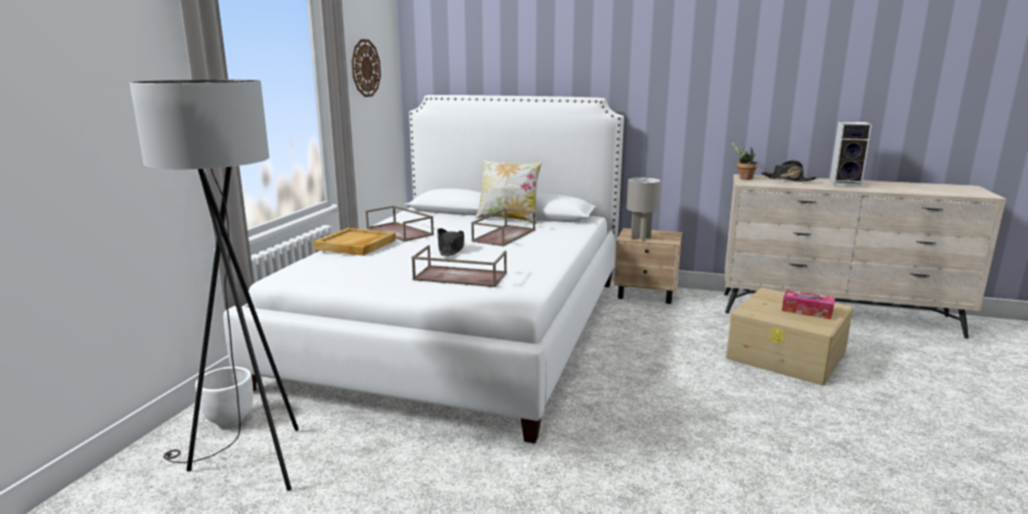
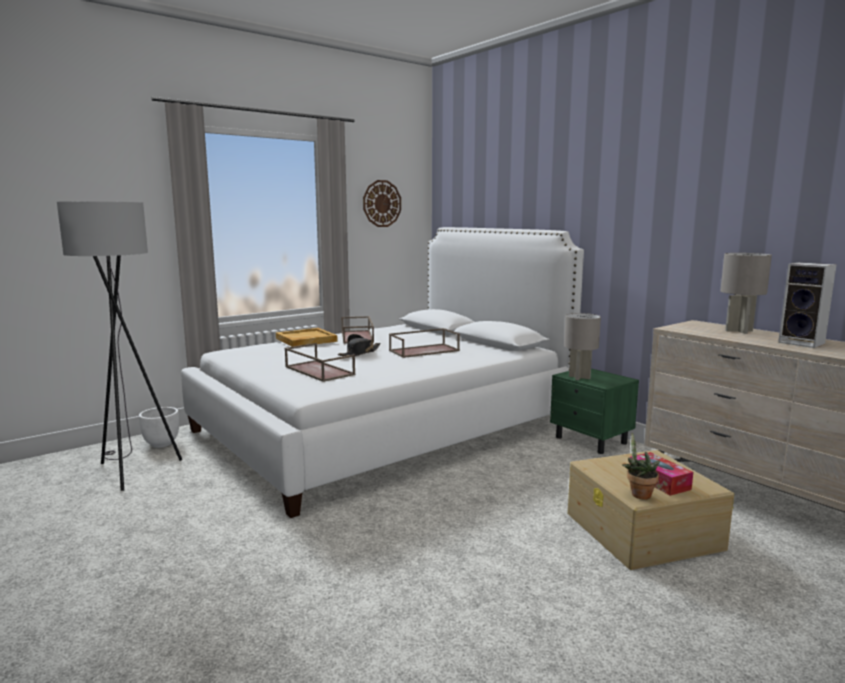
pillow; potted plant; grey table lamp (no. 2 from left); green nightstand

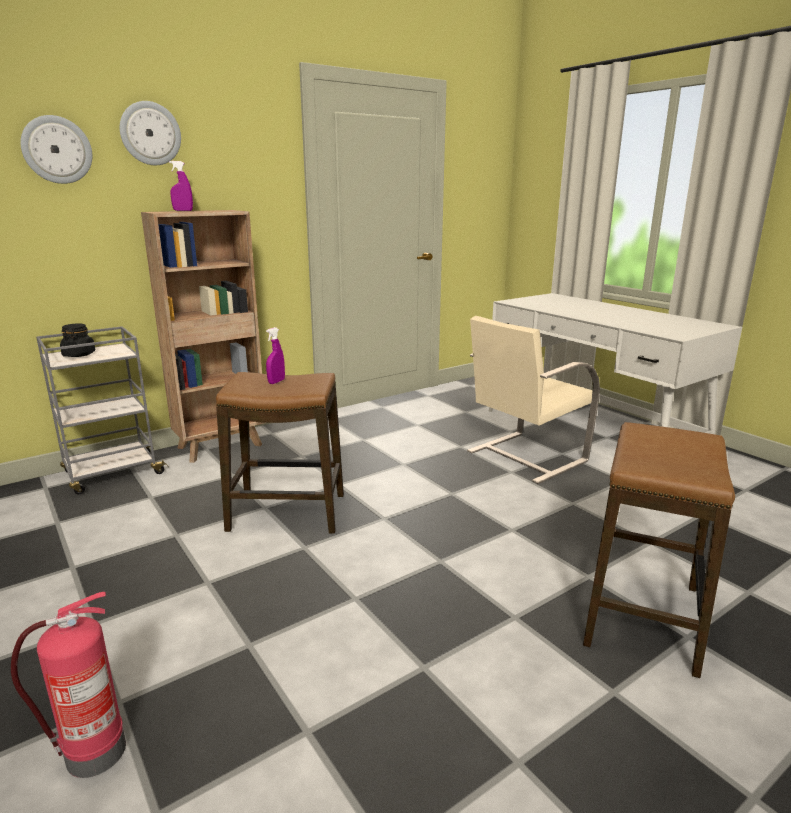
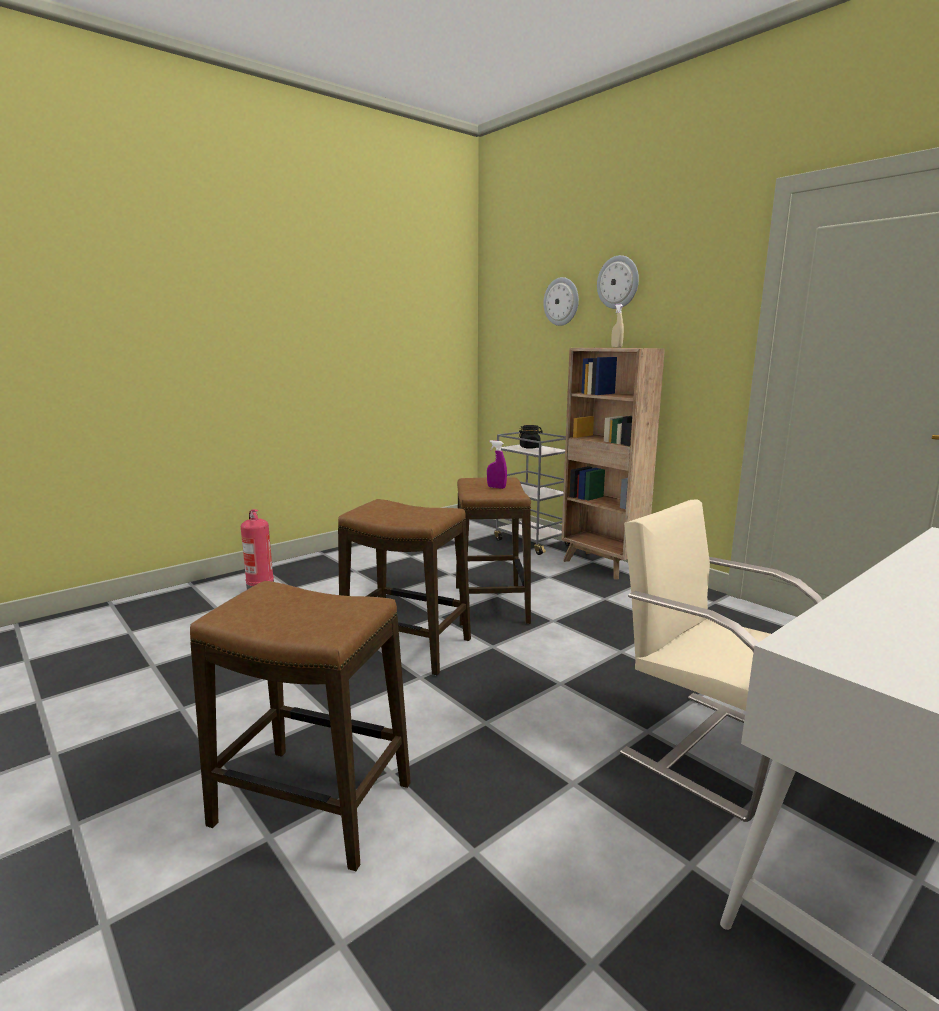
stool (no. 2 from left); beige spray bottle

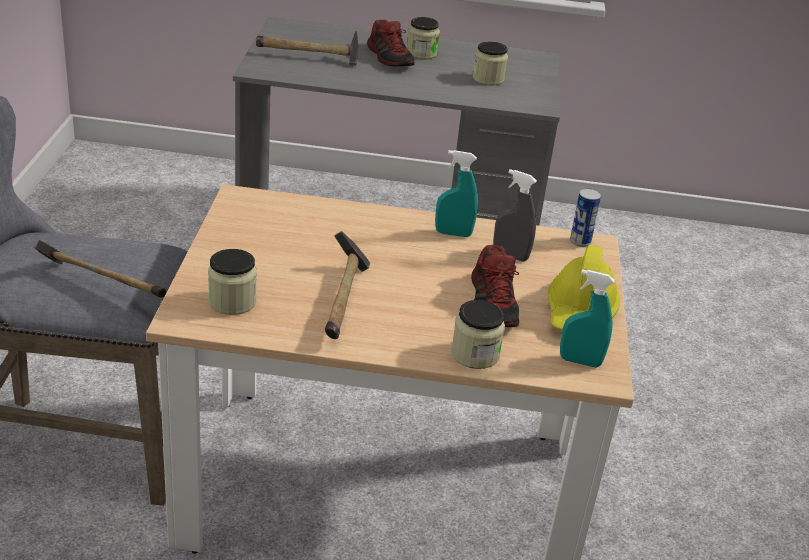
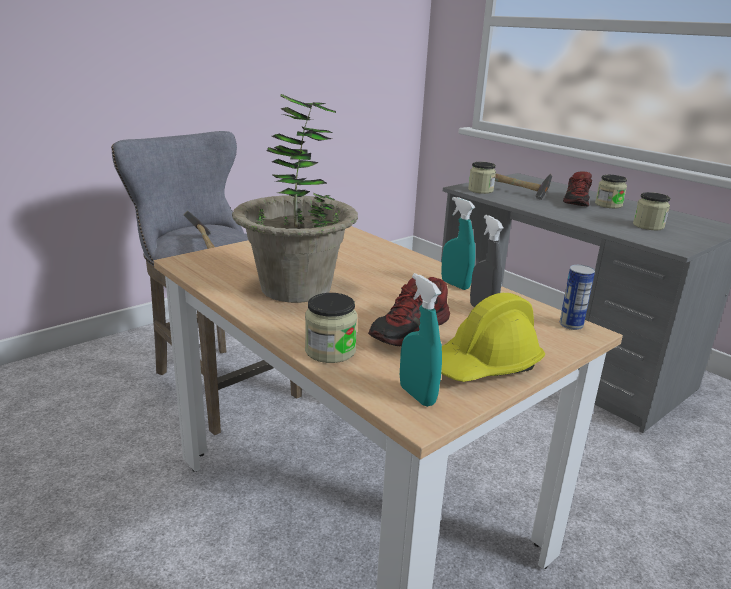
jar (no. 2 from left); potted plant

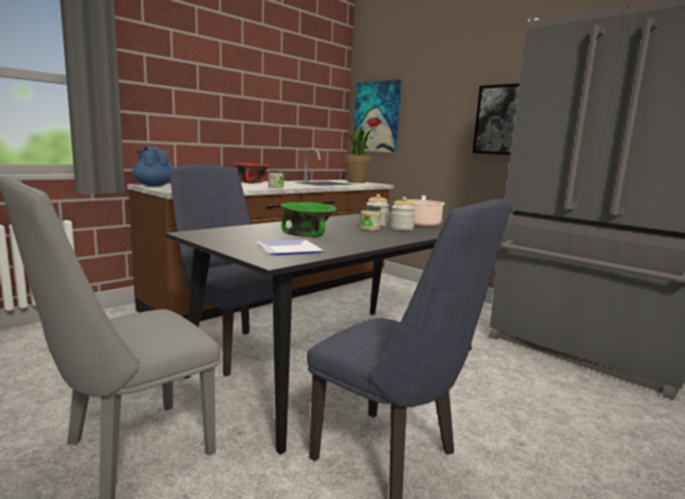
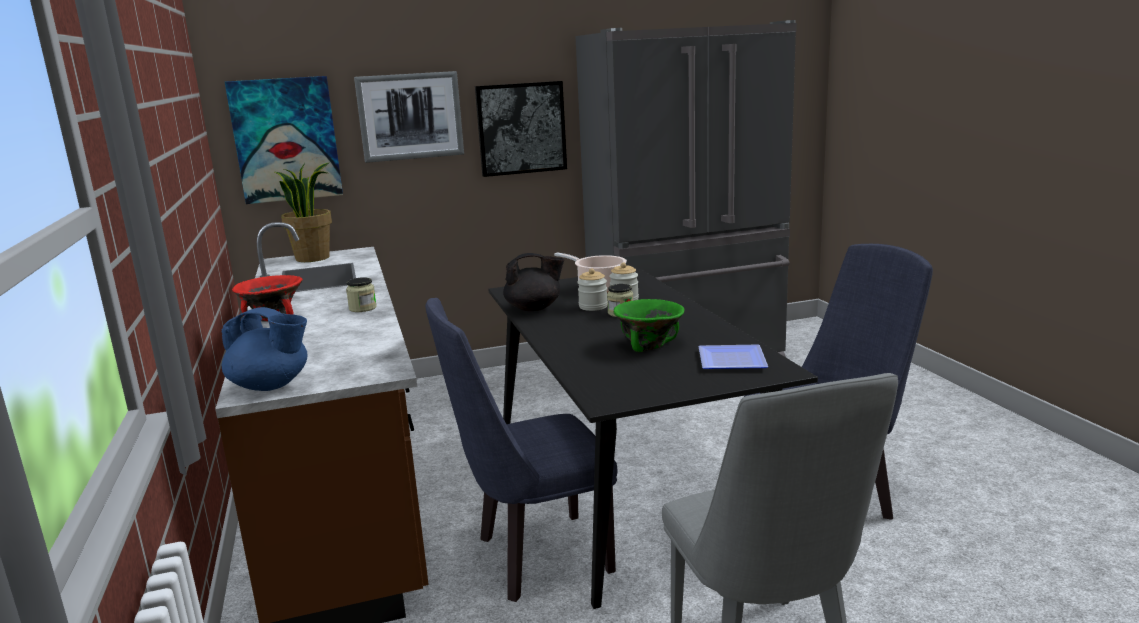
picture (no. 2 from left); black teapot; blue teapot

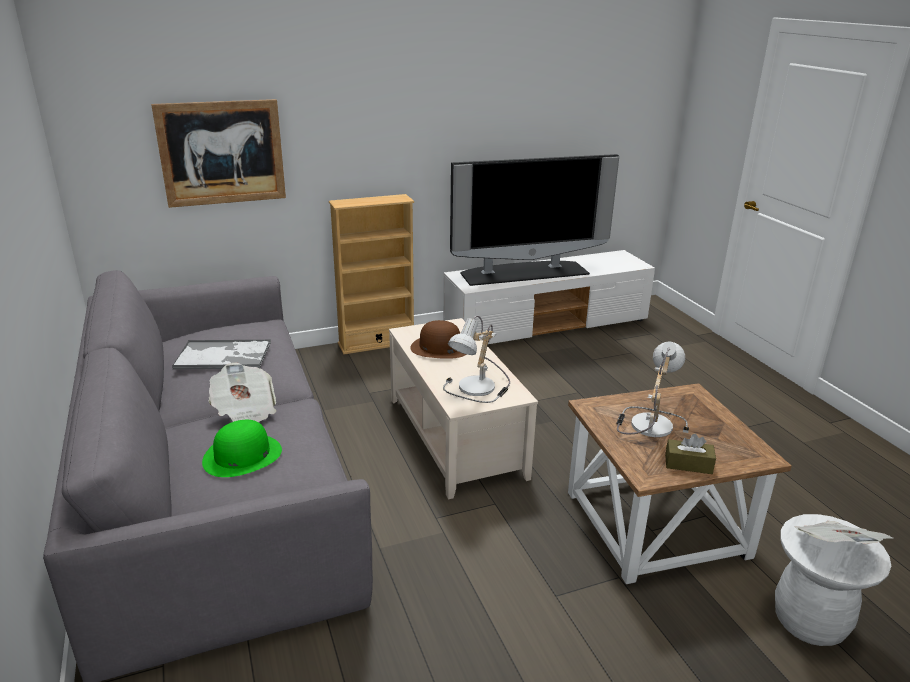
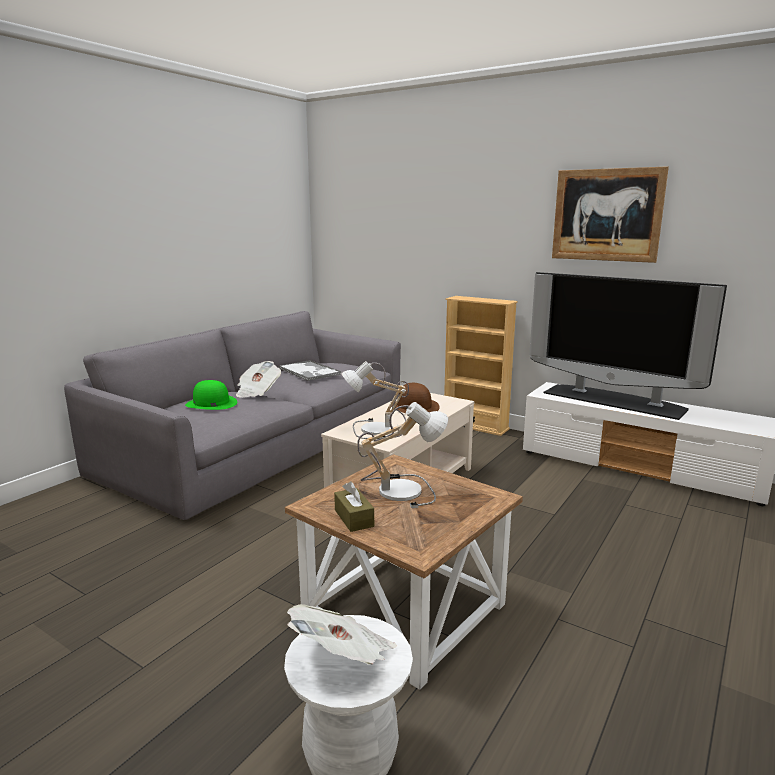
picture

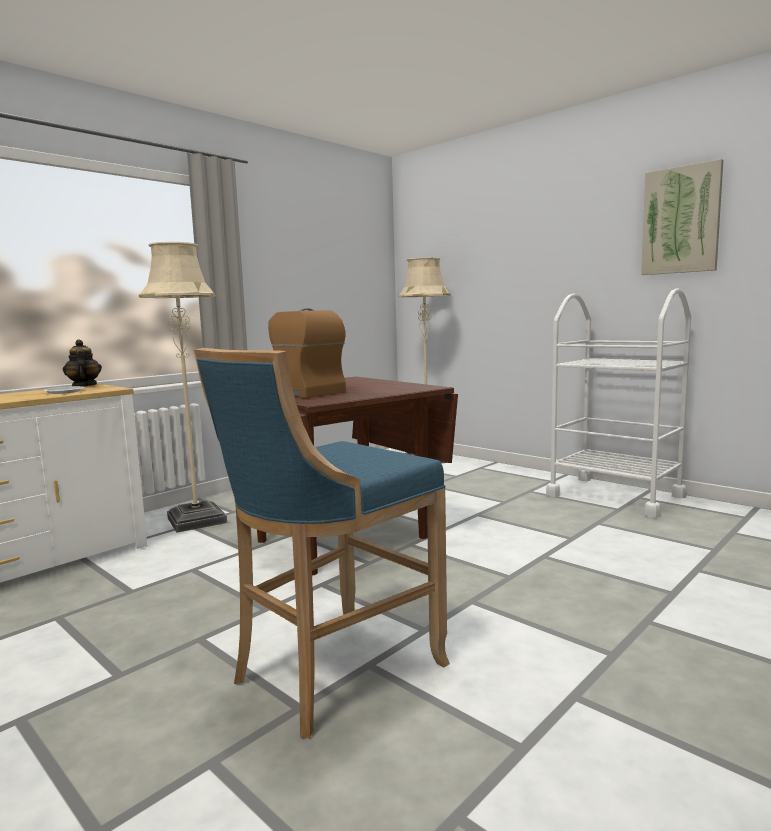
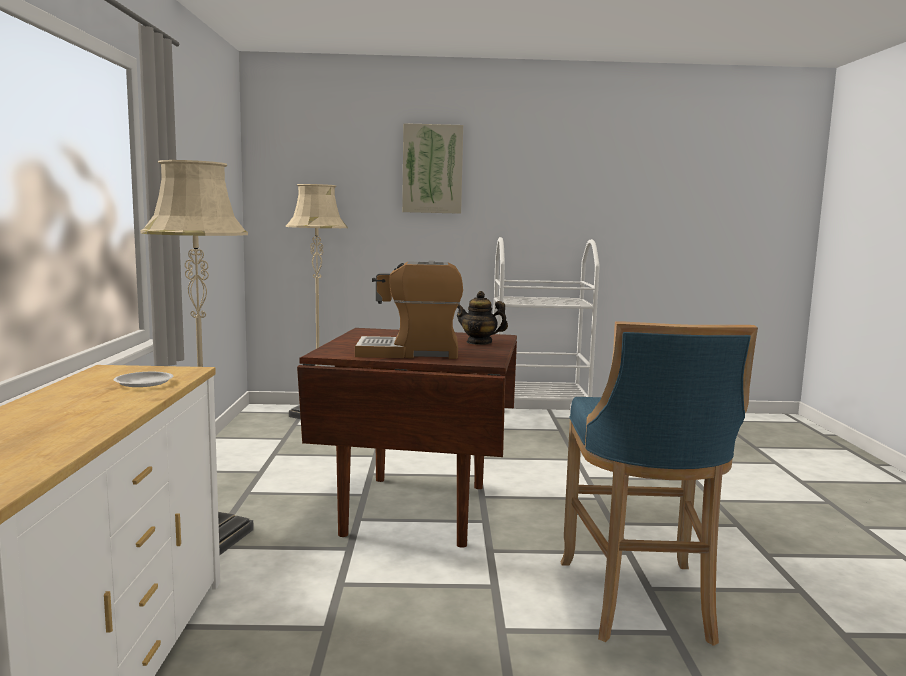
teapot; picture

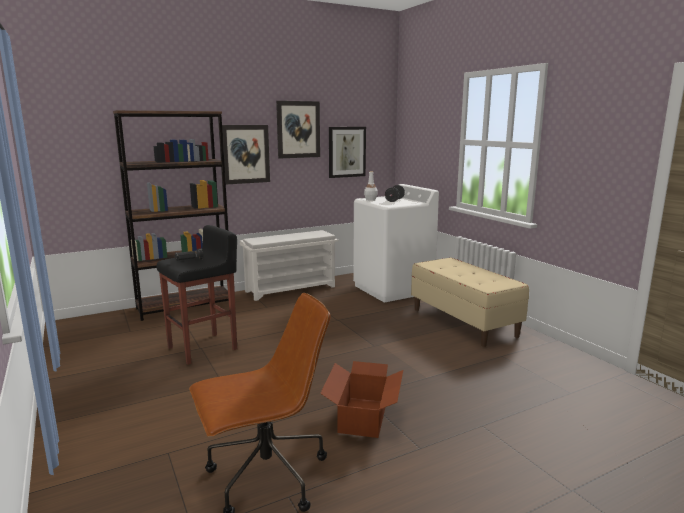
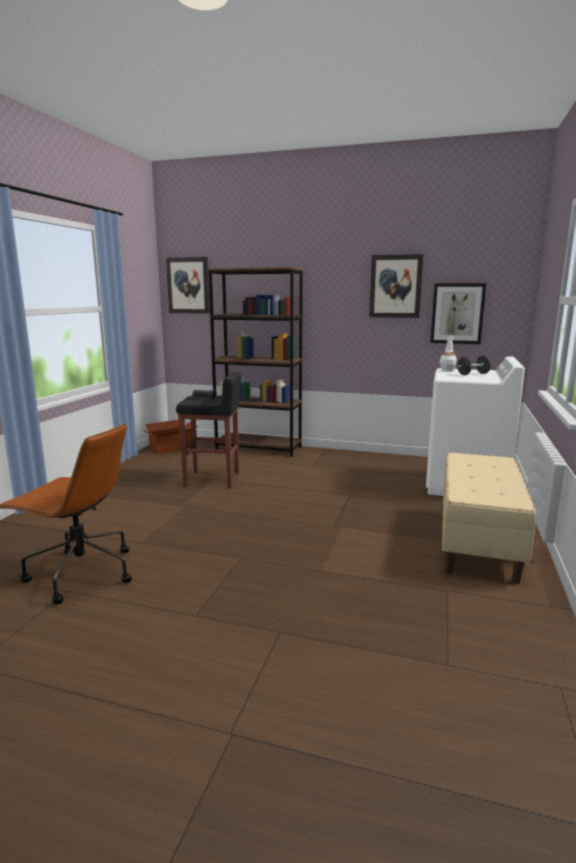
white shoe rack; picture (no. 1 from left); cardboard box

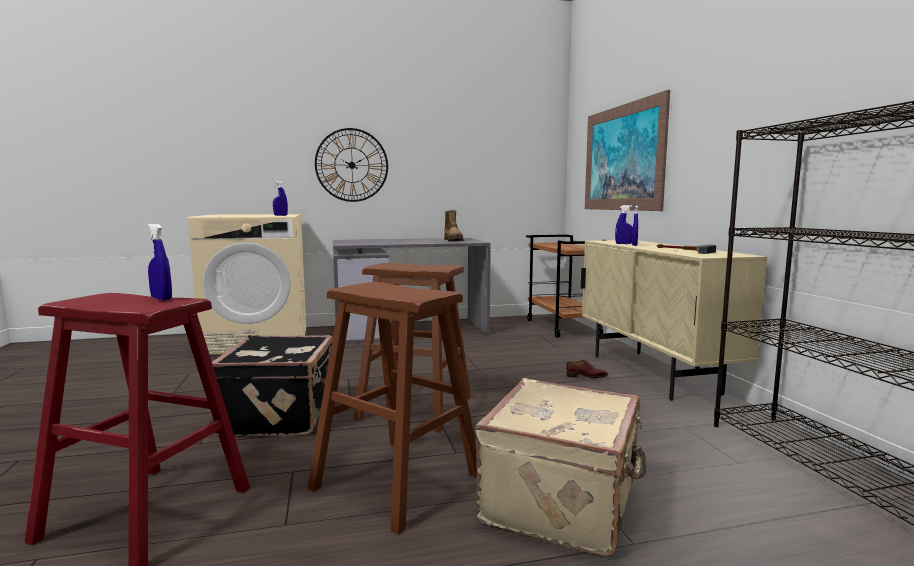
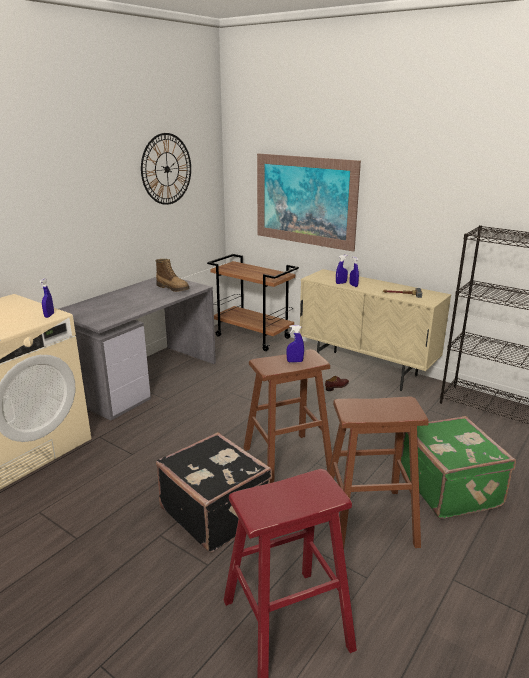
blue spray bottle (no. 2 from left); wall clock; green suitcase

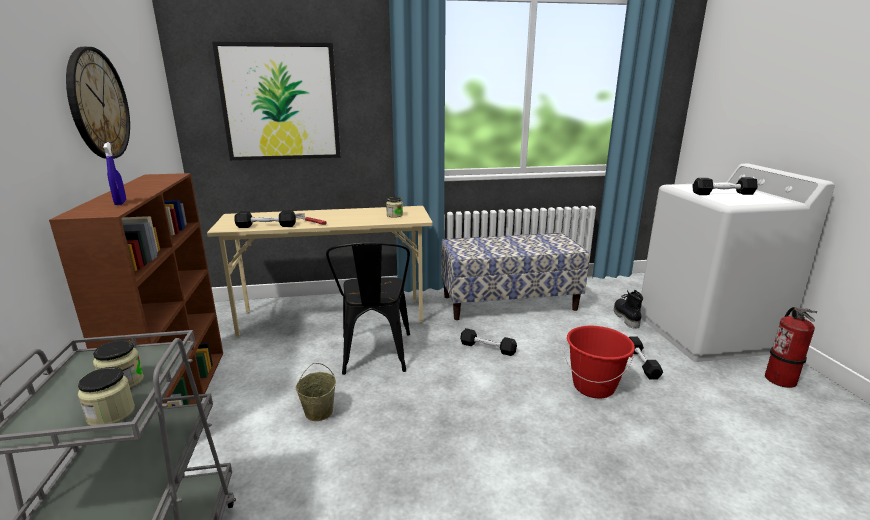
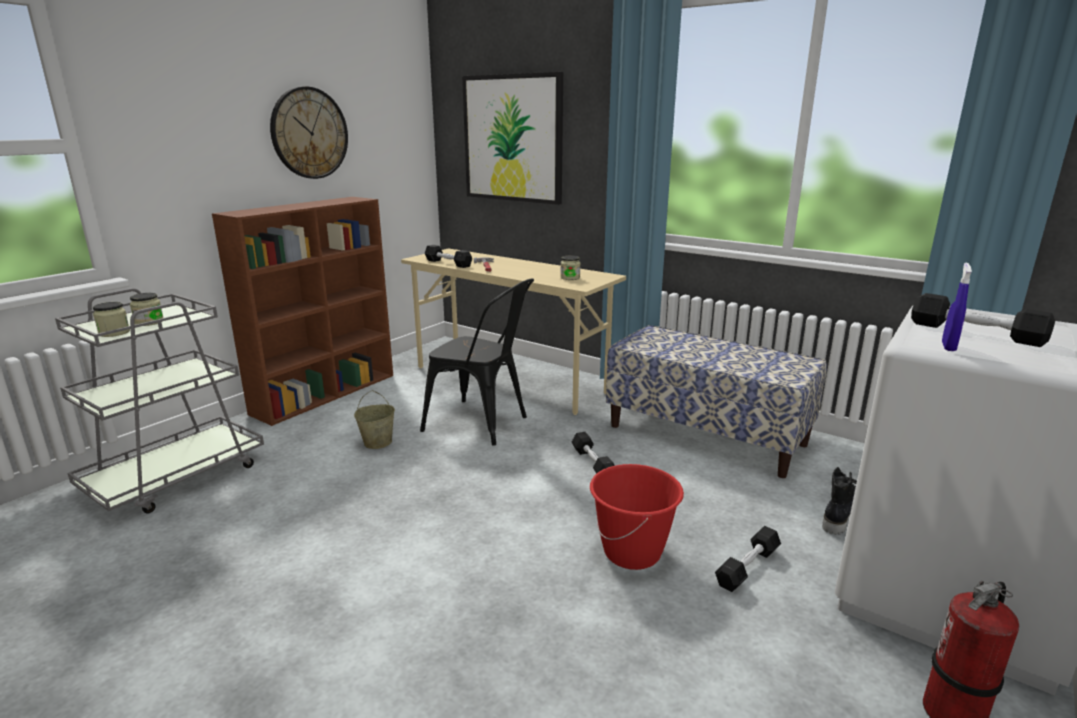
blue spray bottle; black chair

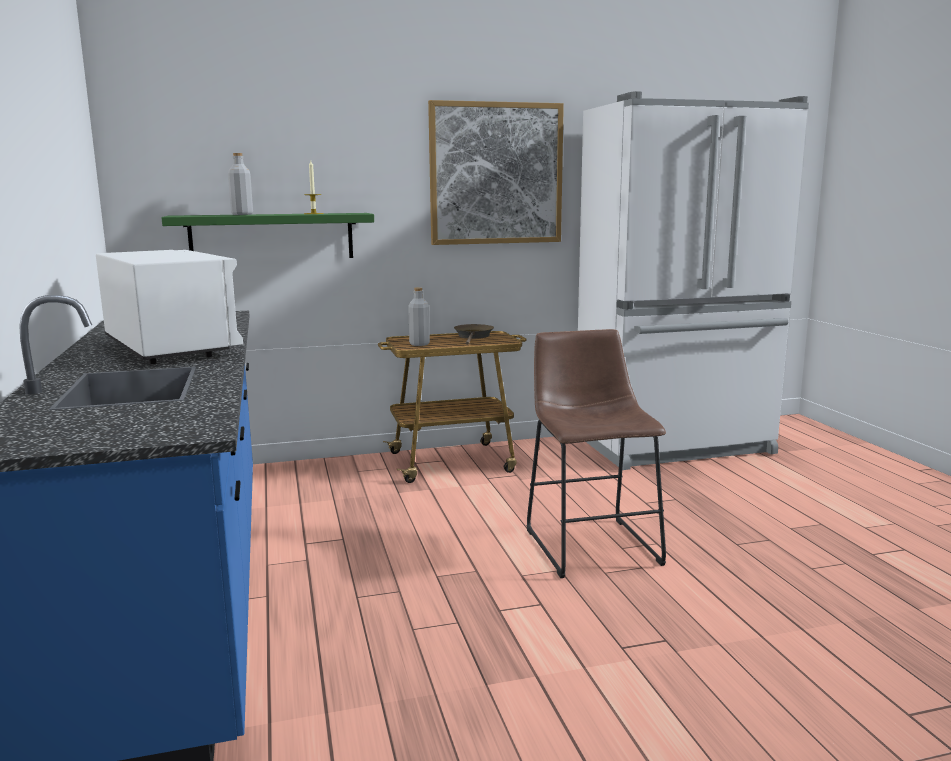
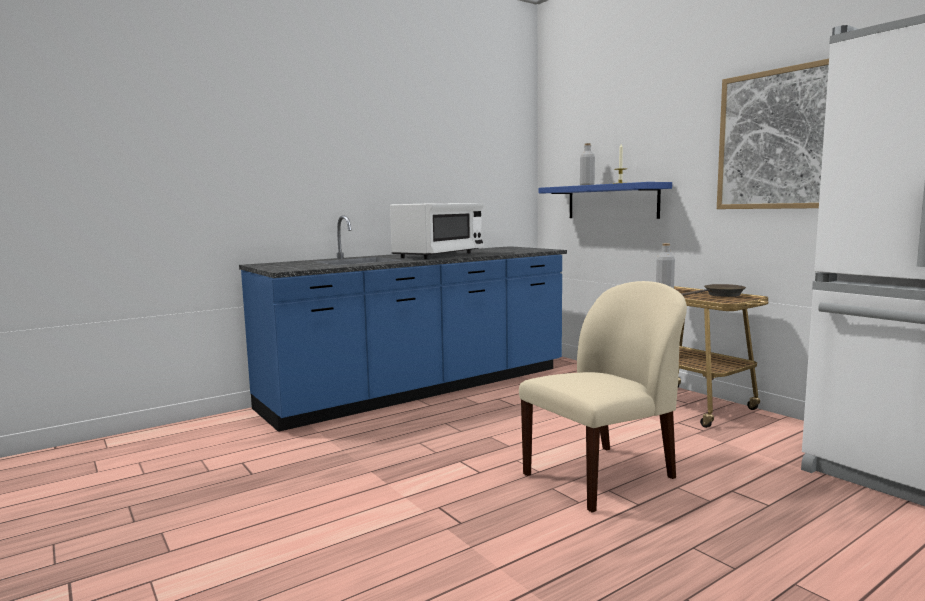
beige chair; blue shelf

